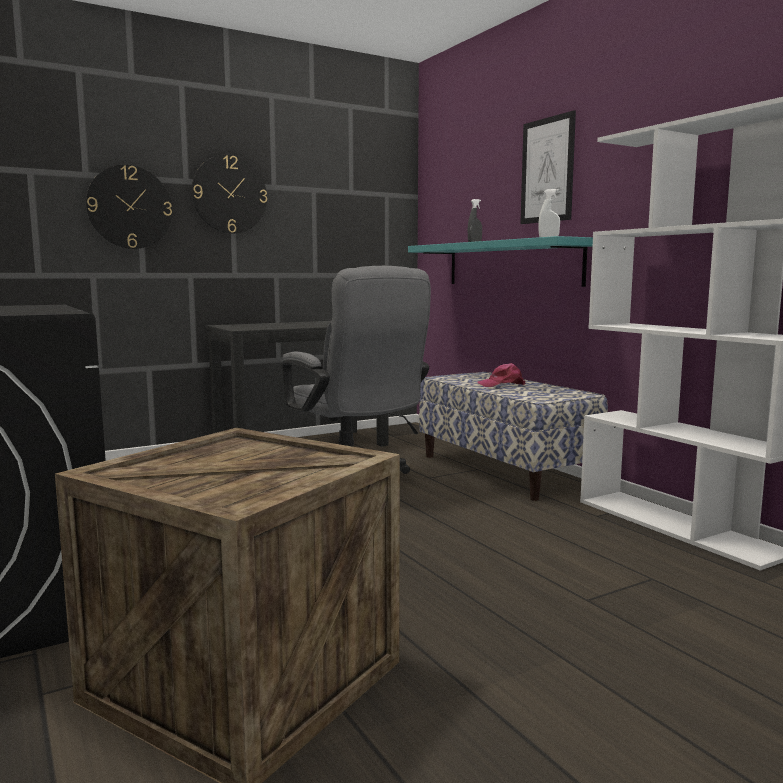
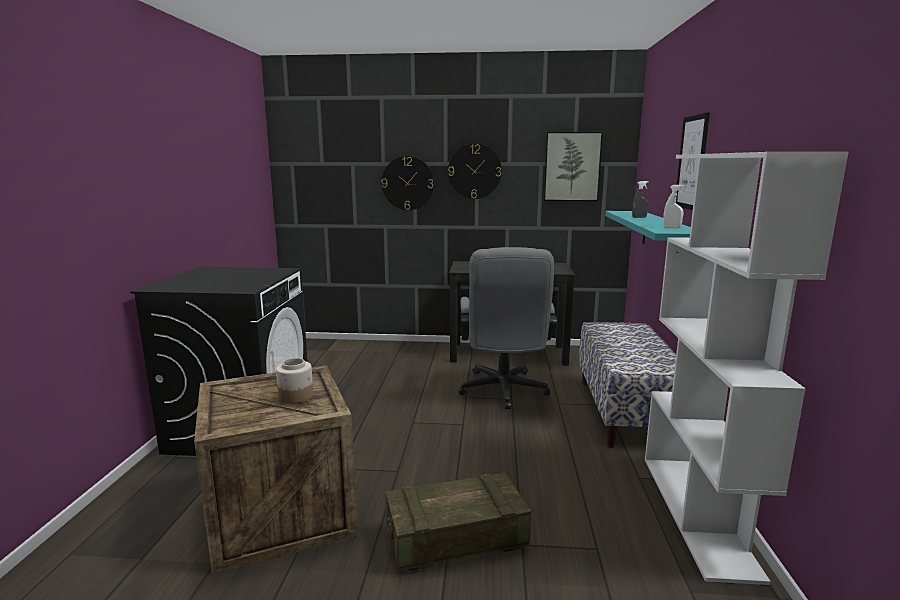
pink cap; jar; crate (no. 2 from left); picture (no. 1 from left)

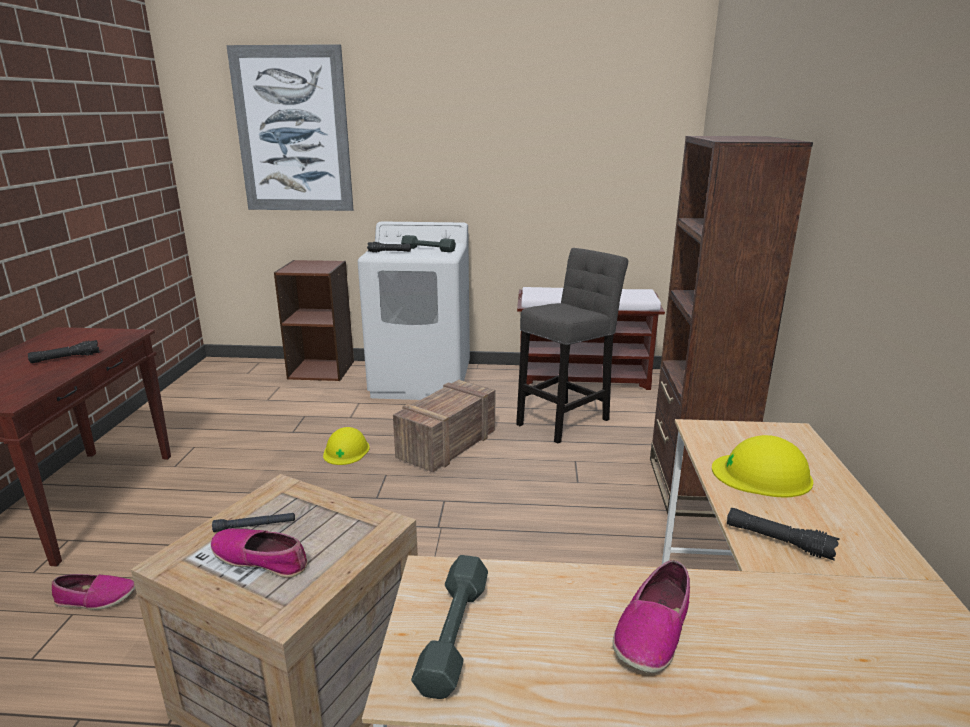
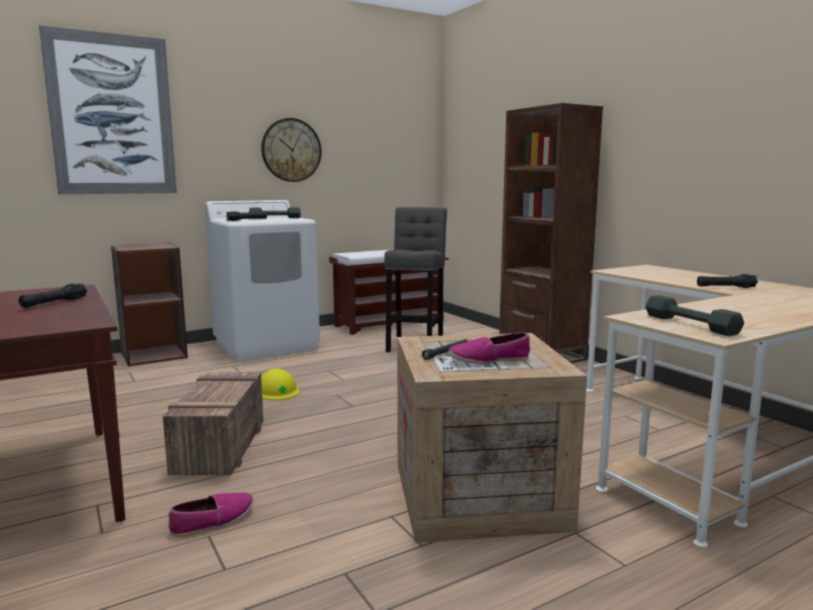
shoe (no. 3 from left in the first image); yellow hard hat (no. 2 from left in the first image); wall clock; crate (no. 1 from left)

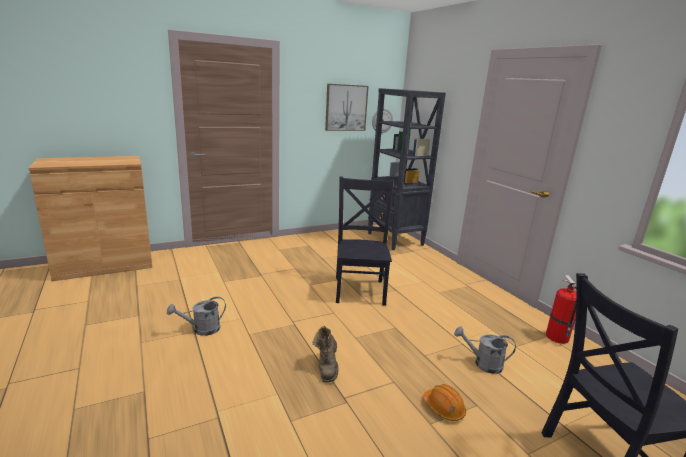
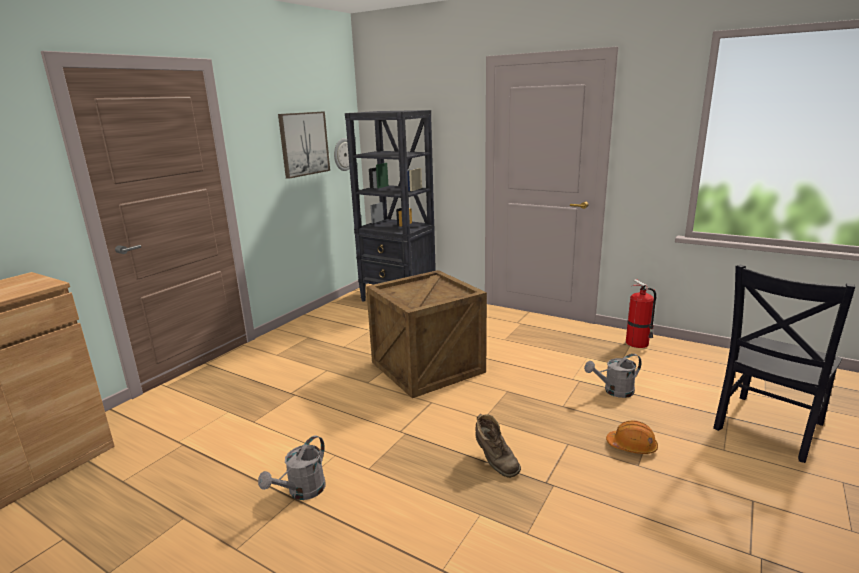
crate

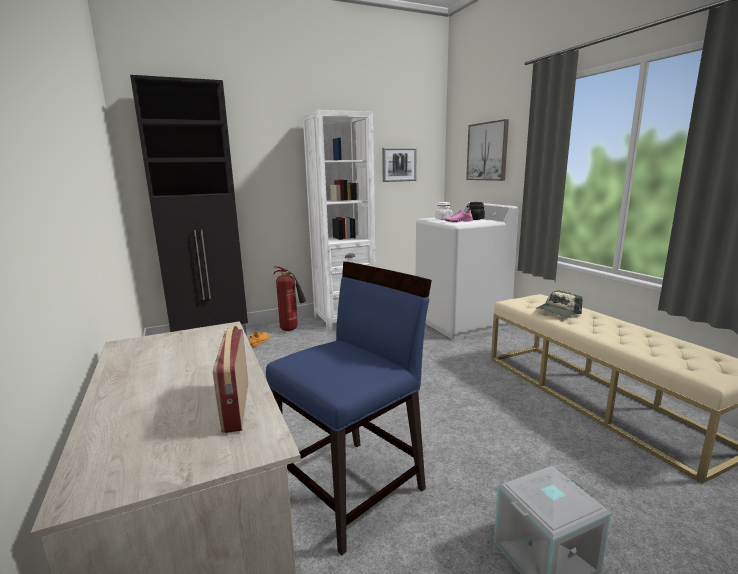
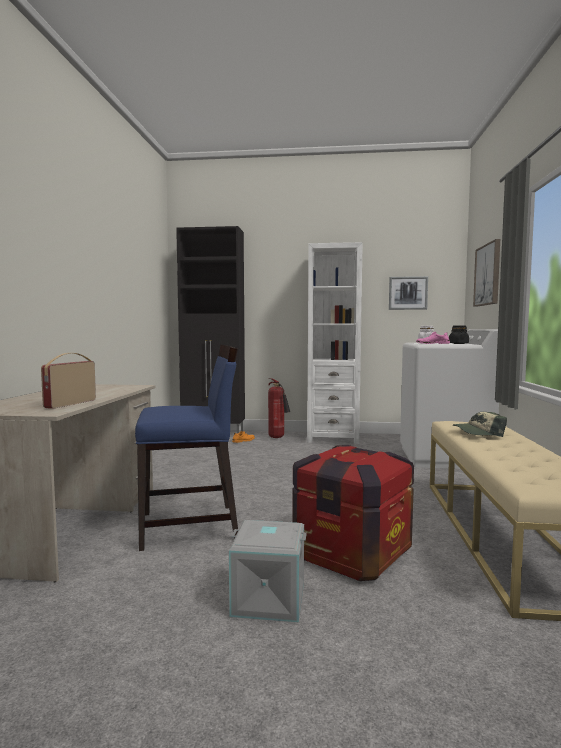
crate

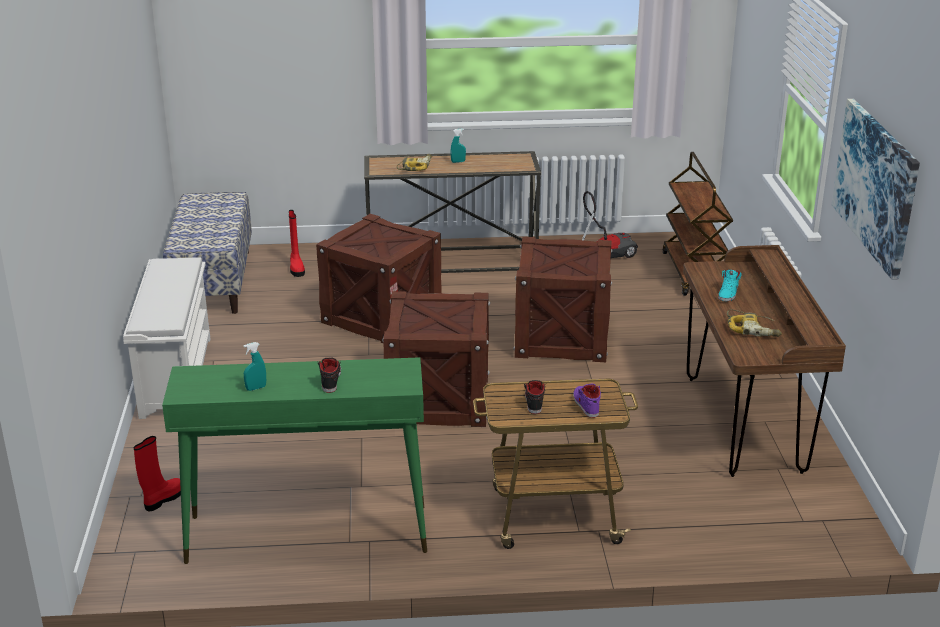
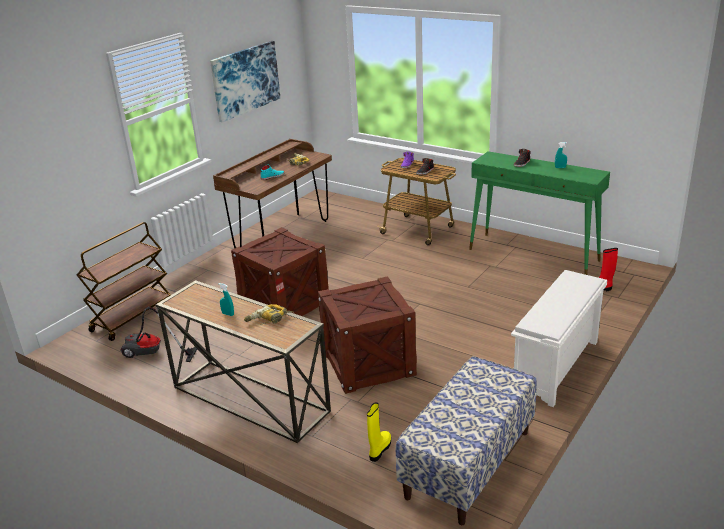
crate (no. 2 from left in the first image); yellow boot

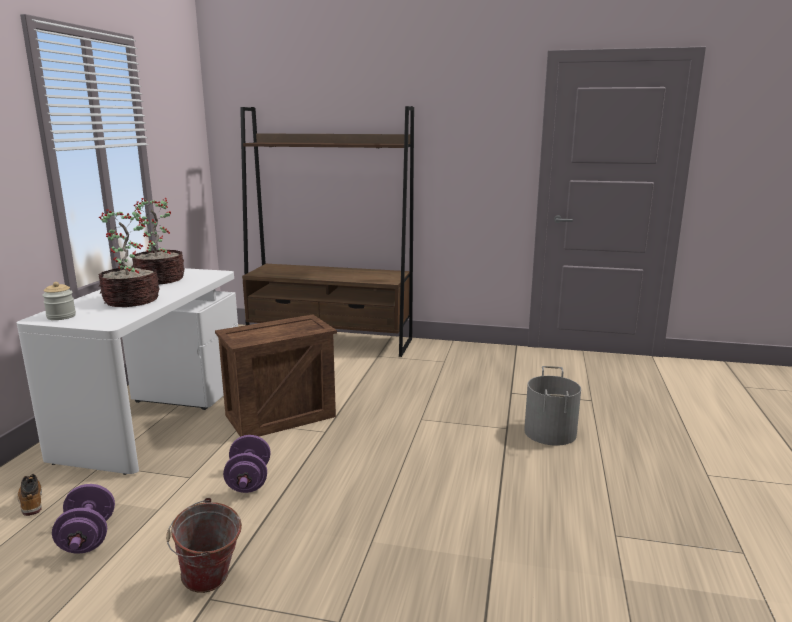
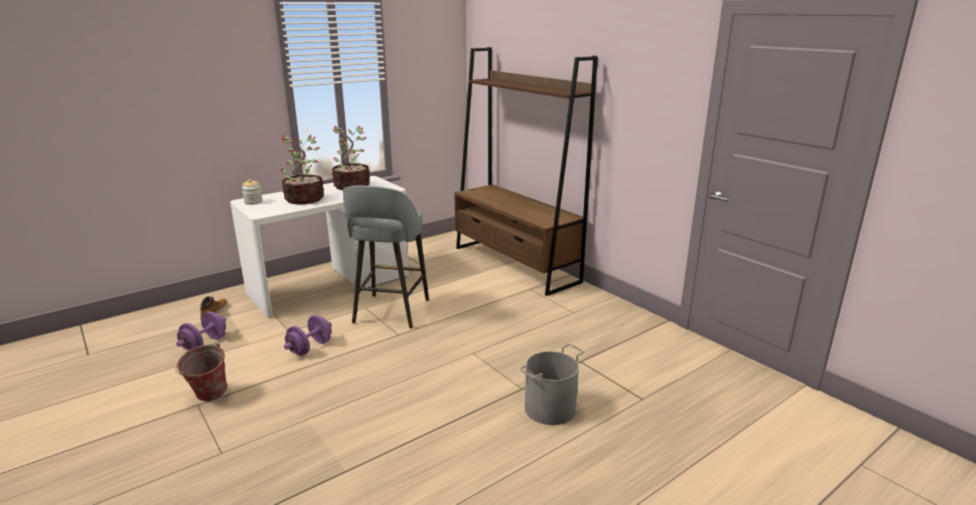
grey stool

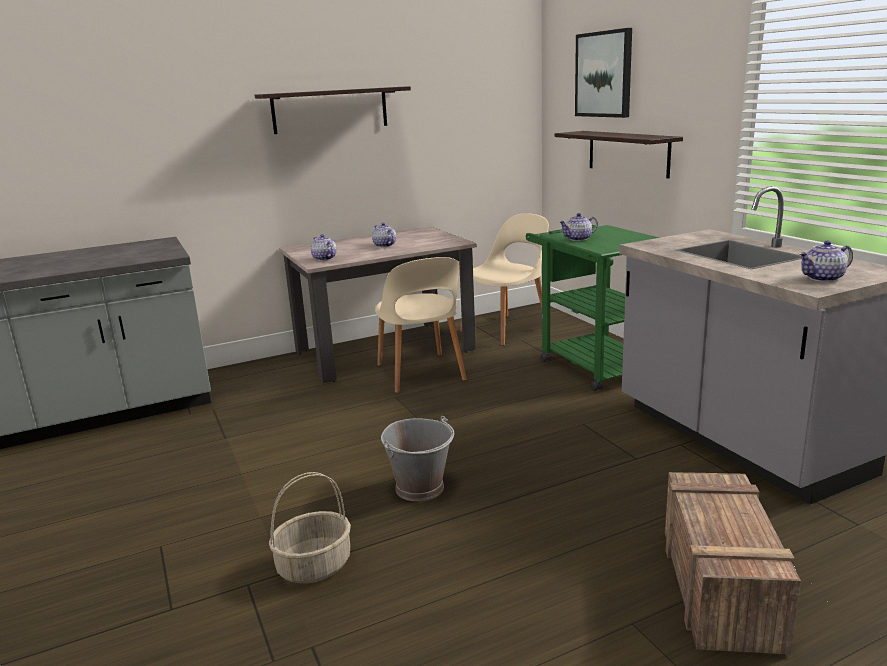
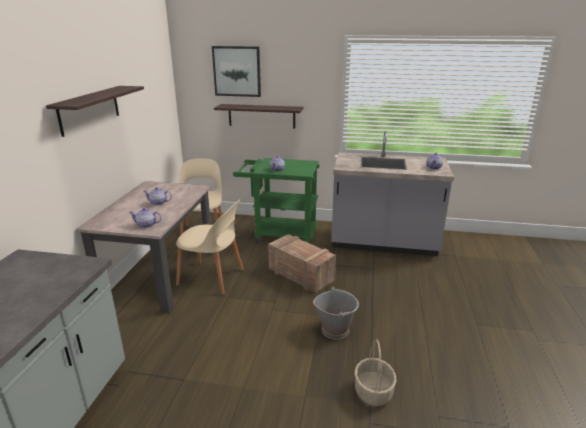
crate

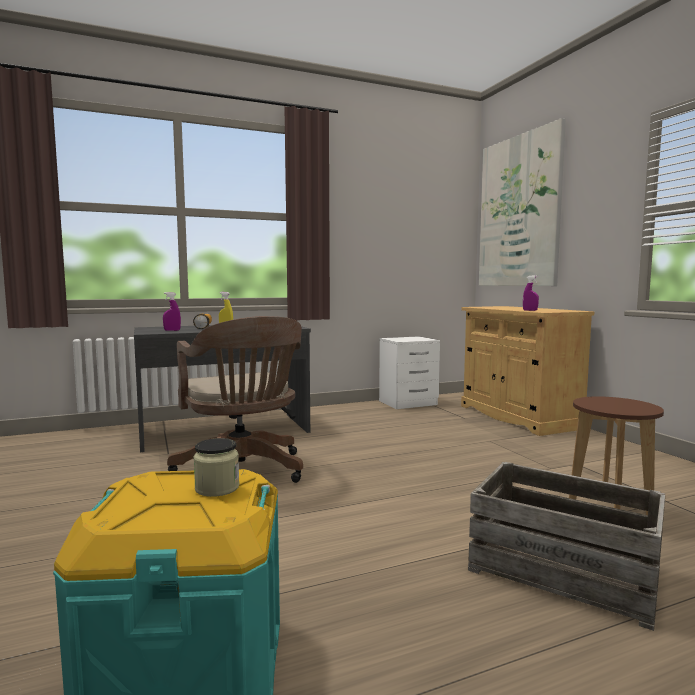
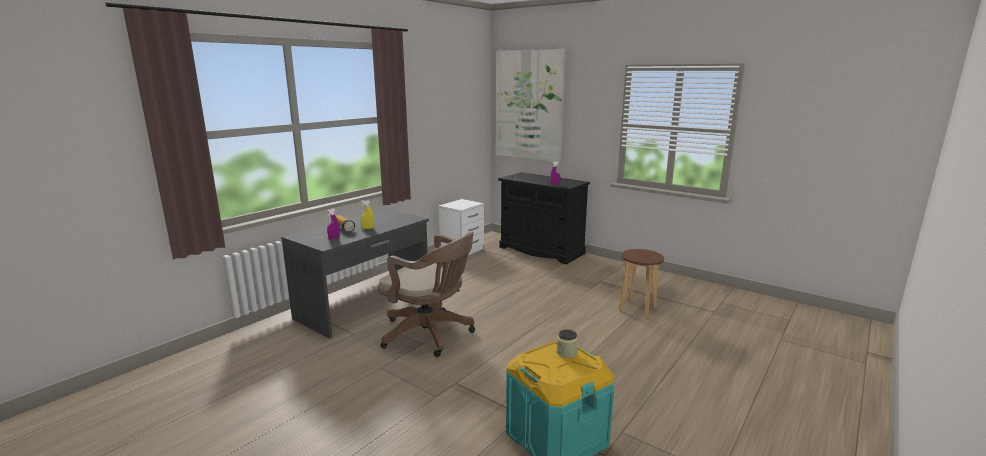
crate; black cabinet

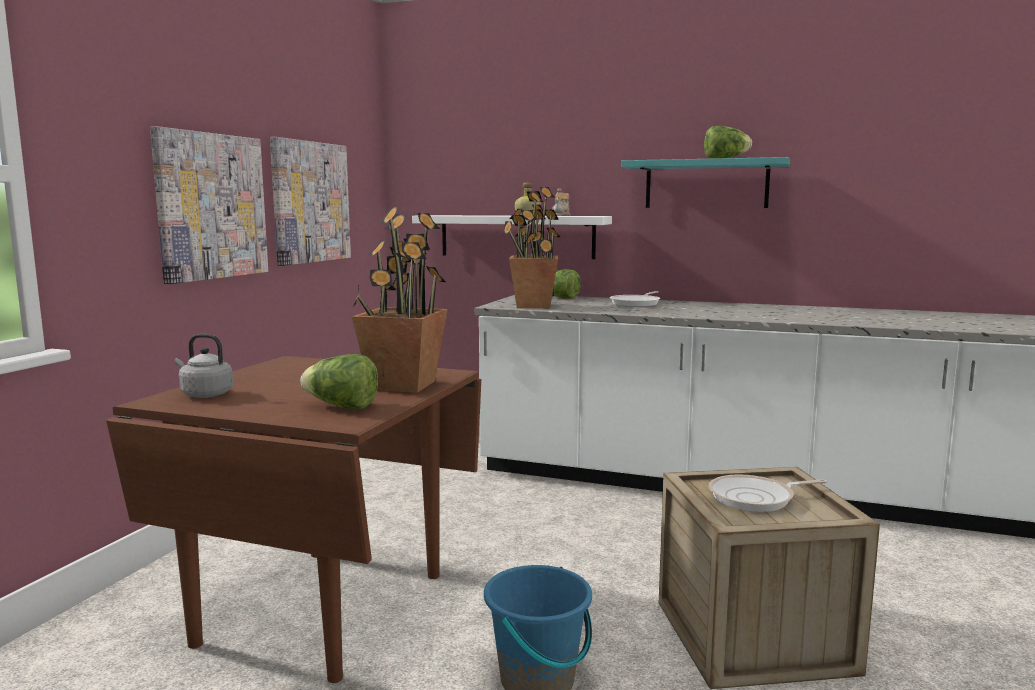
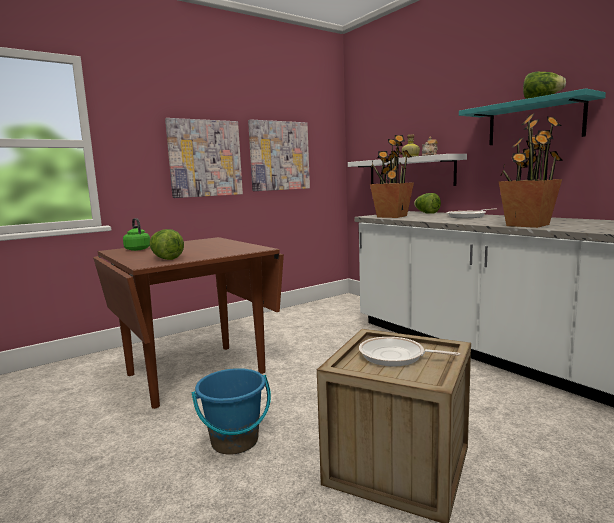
potted plant (no. 2 from left); green kettle

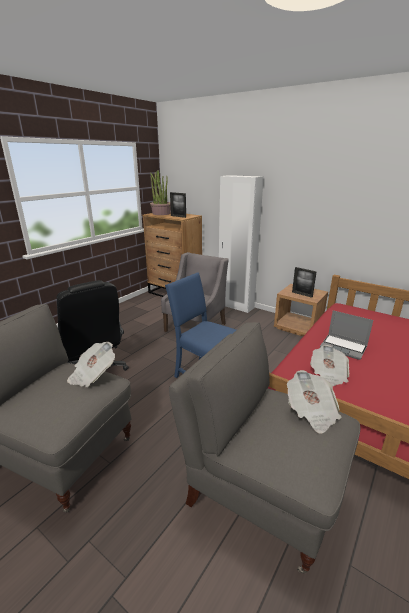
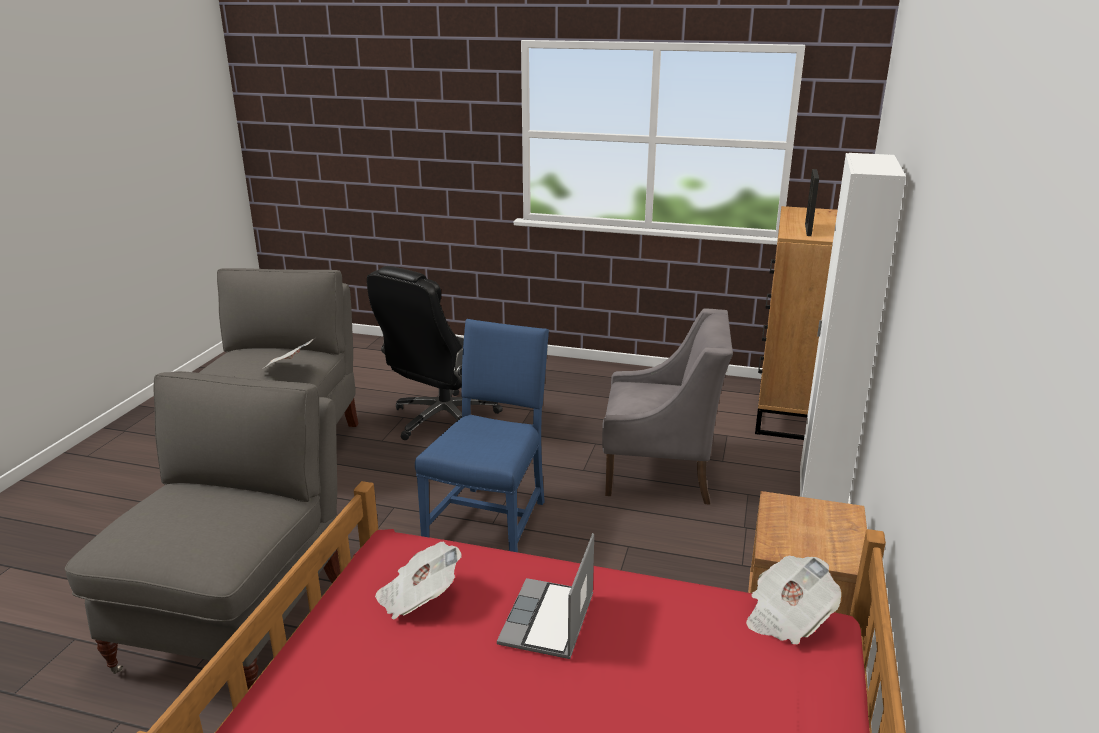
potted plant; picture frame (no. 2 from left in the first image); newspaper (no. 3 from left)

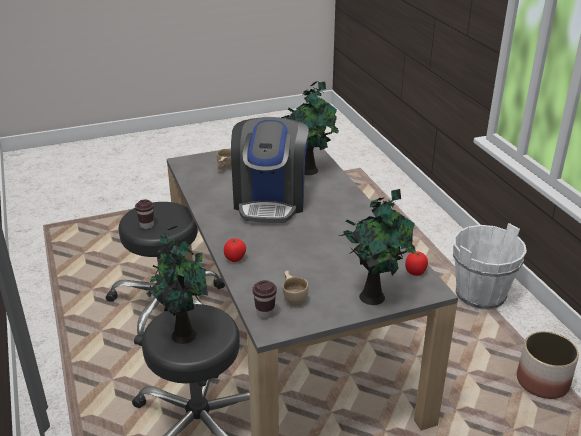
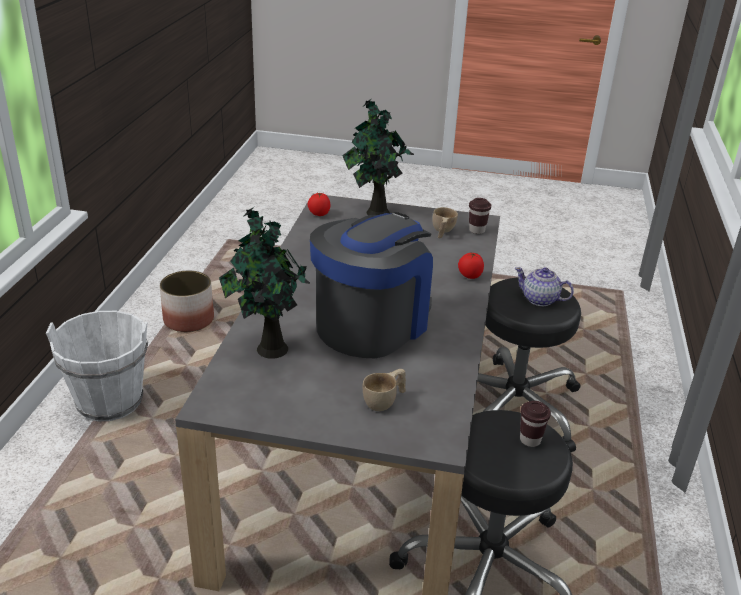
teapot

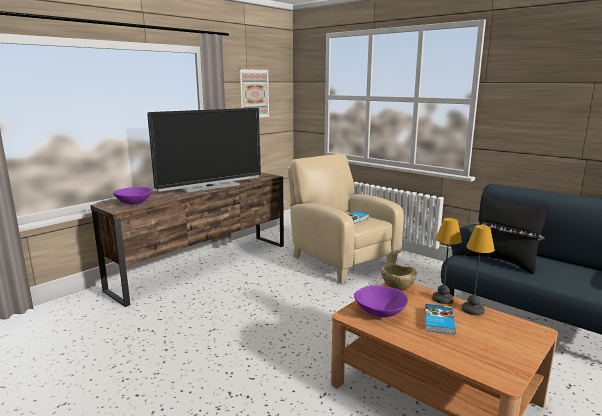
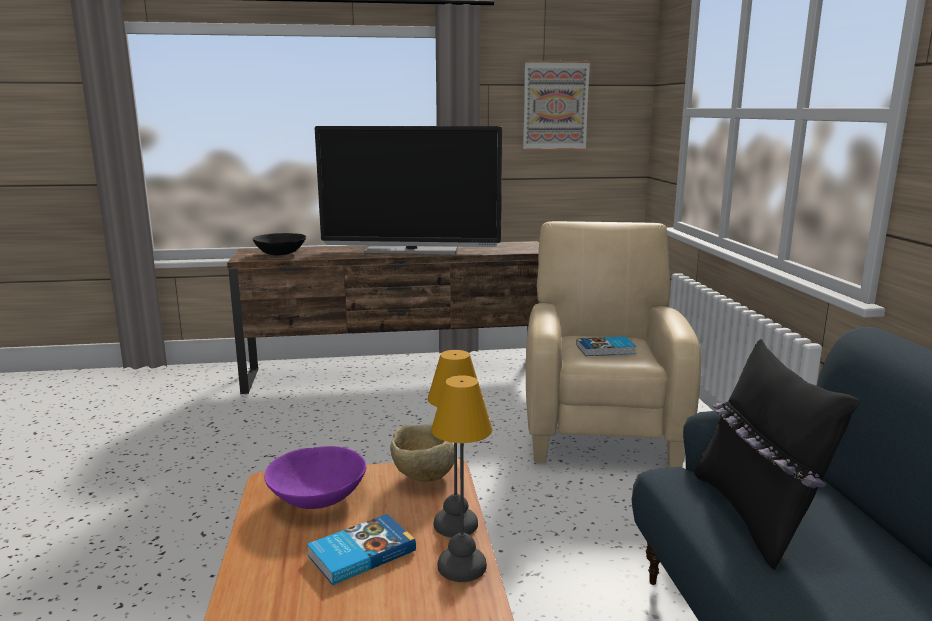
black bowl

